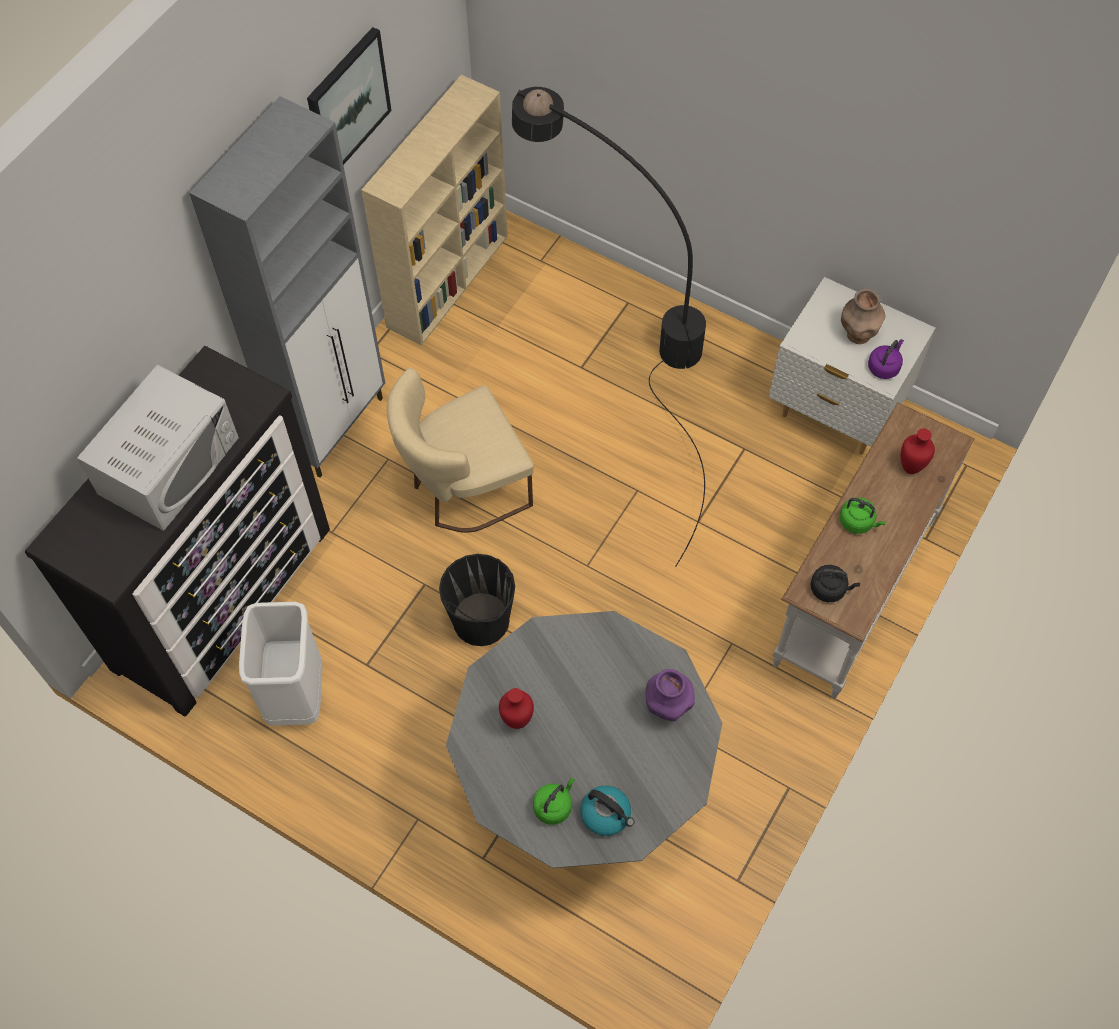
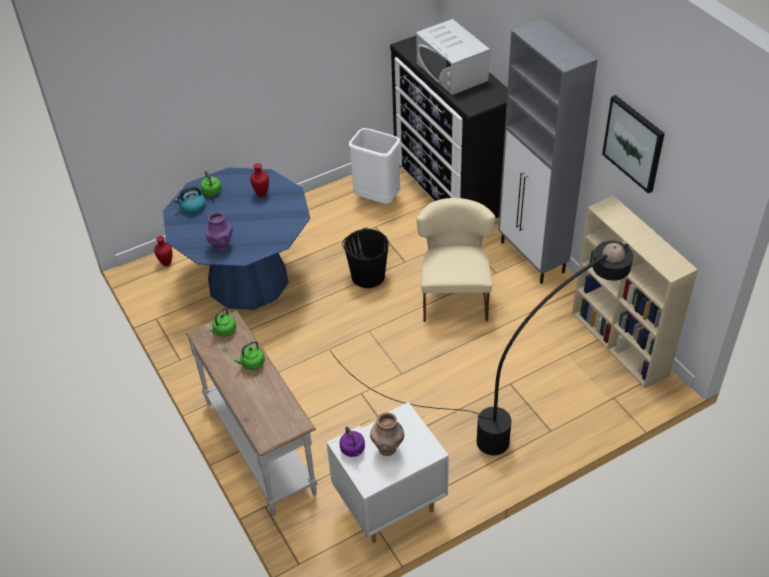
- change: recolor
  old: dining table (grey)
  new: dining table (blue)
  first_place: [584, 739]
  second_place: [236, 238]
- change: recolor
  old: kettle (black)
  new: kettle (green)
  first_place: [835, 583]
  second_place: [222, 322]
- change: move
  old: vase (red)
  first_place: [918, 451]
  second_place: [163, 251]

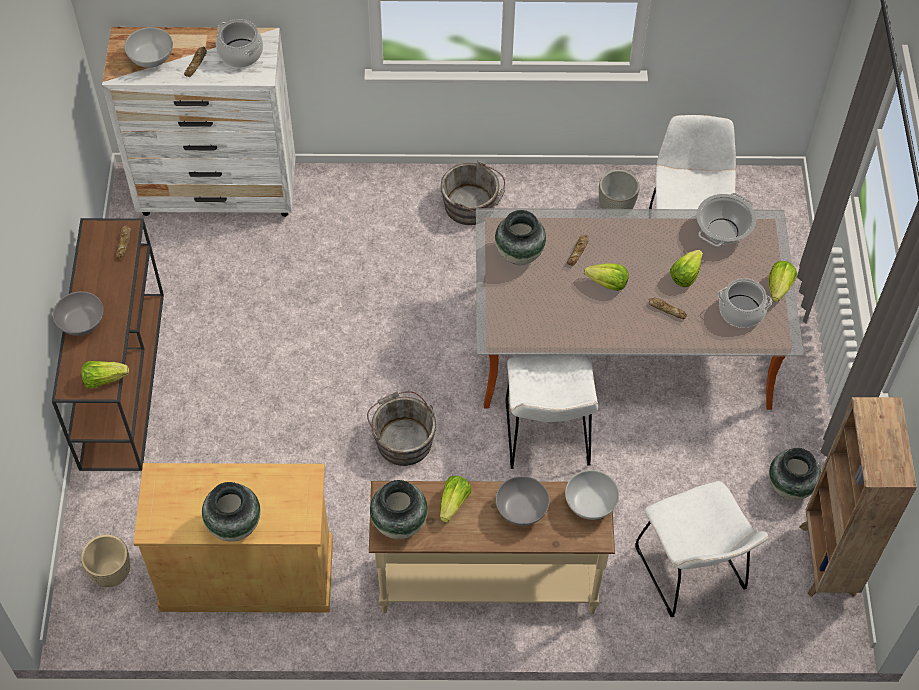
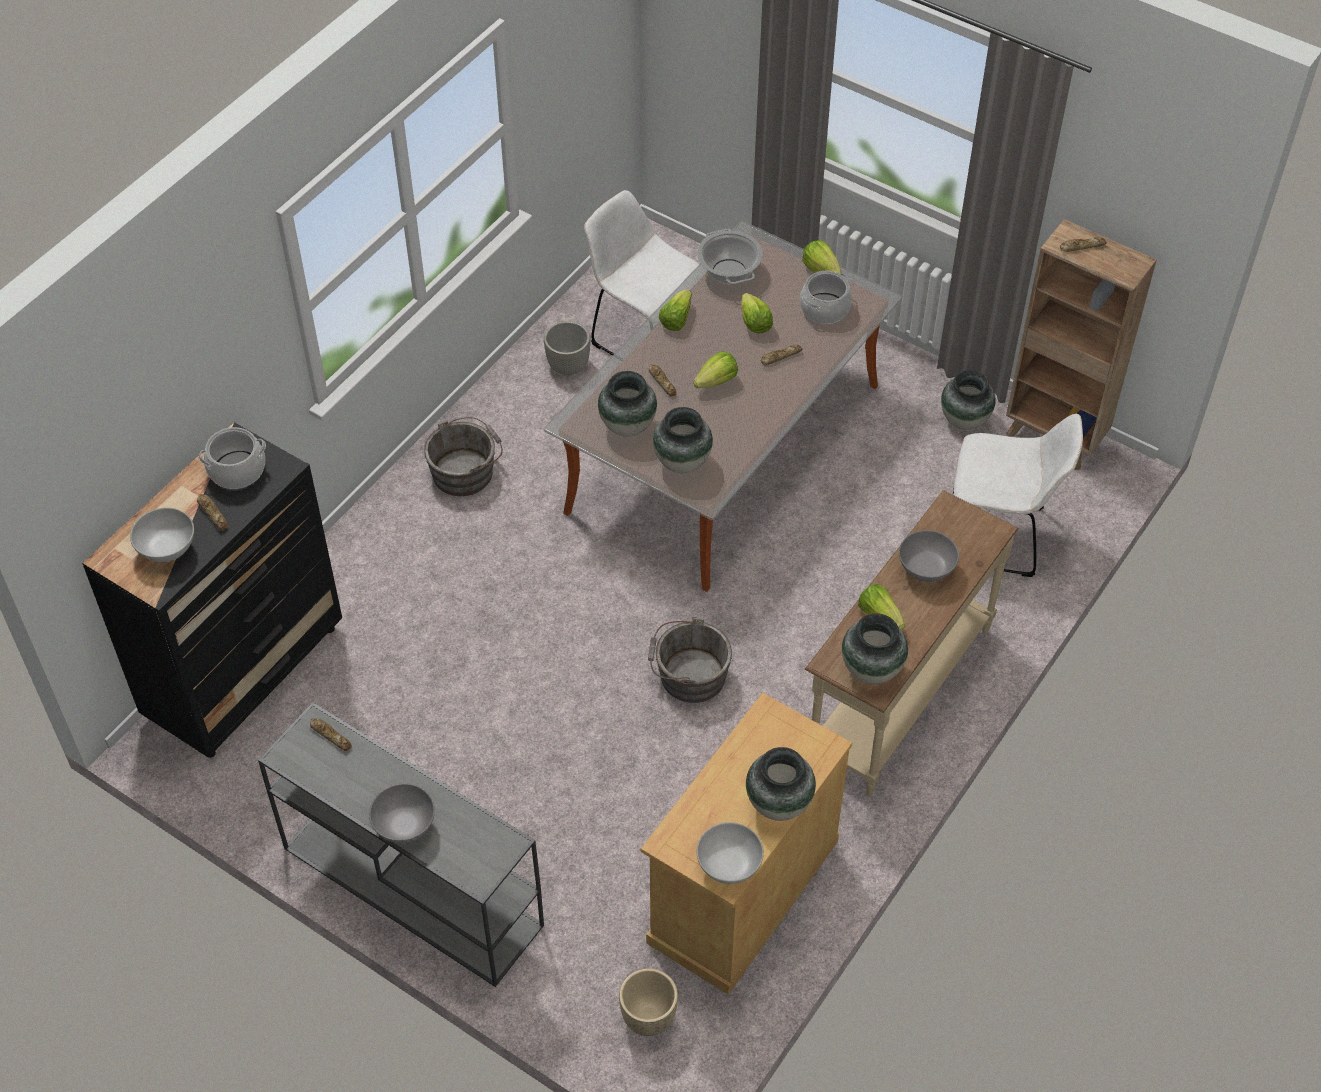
- change: recolor
  old: console table (brown)
  new: console table (grey)
  first_place: [108, 344]
  second_place: [401, 844]
- change: move
  old: lettuce
  first_place: [105, 374]
  second_place: [675, 310]
- change: recolor
  old: dresser (white)
  new: dresser (black)
  first_place: [199, 122]
  second_place: [212, 590]
- change: delete
  old: chair (white)
  first_place: [551, 412]
- change: move
  old: bowl (white)
  first_place: [592, 495]
  second_place: [730, 853]
- change: insert
  new: vase
  second_place: [683, 440]
- change: insert
  new: bread
  second_place: [1083, 244]

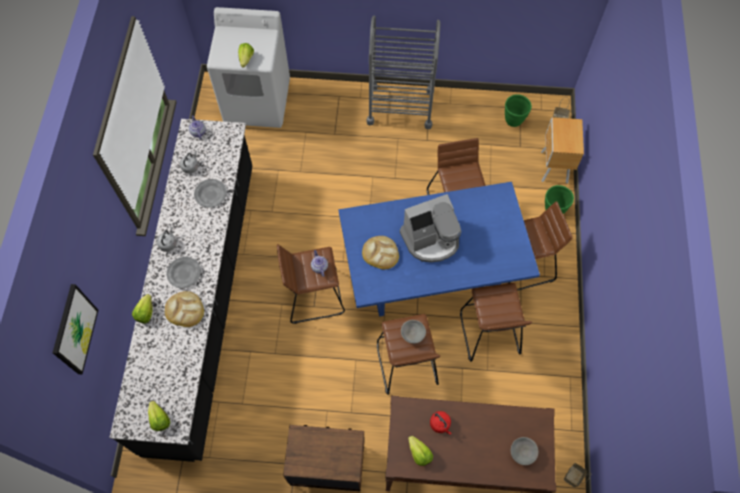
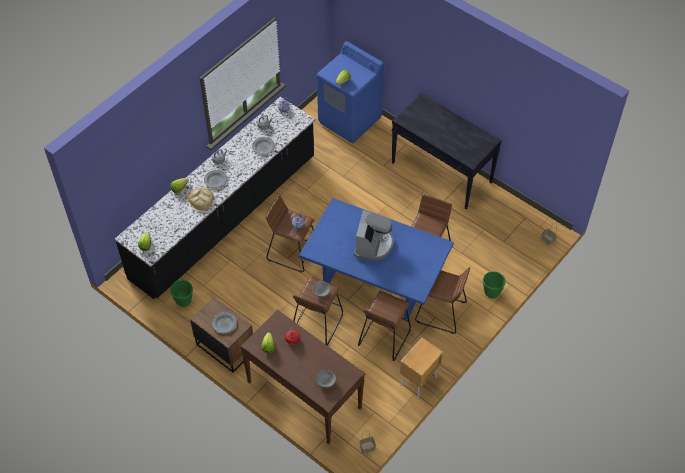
- change: delete
  old: picture
  first_place: [75, 329]
- change: recolor
  old: washing machine (white)
  new: washing machine (blue)
  first_place: [248, 67]
  second_place: [350, 92]
- change: delete
  old: bread
  first_place: [380, 253]
- change: replace
  old: cart (grey)
  new: console table (black)
  first_place: [403, 72]
  second_place: [447, 151]
- change: rotate
  old: coffee machine
  first_place: [430, 228]
  second_place: [374, 235]
  degrees: -90
- change: move
  old: planter (green)
  first_place: [518, 110]
  second_place: [181, 293]
- change: move
  old: nightstand (brown)
  first_place: [562, 150]
  second_place: [421, 368]
- change: insert
  new: plate (grey)
  second_place: [224, 323]

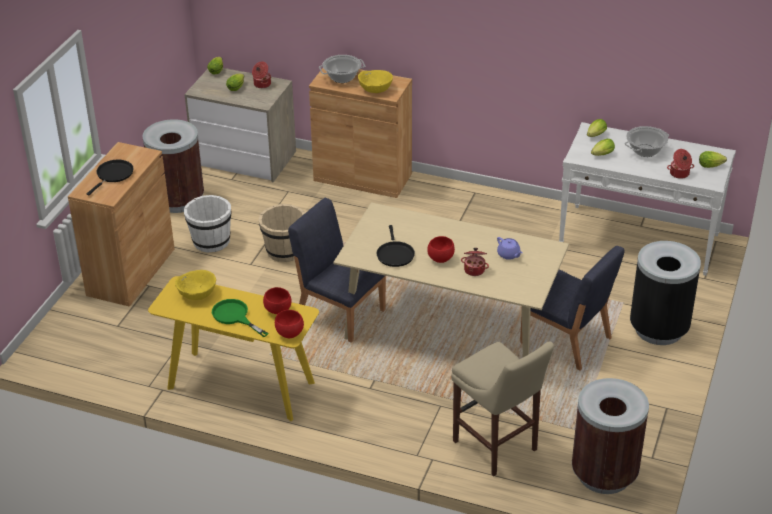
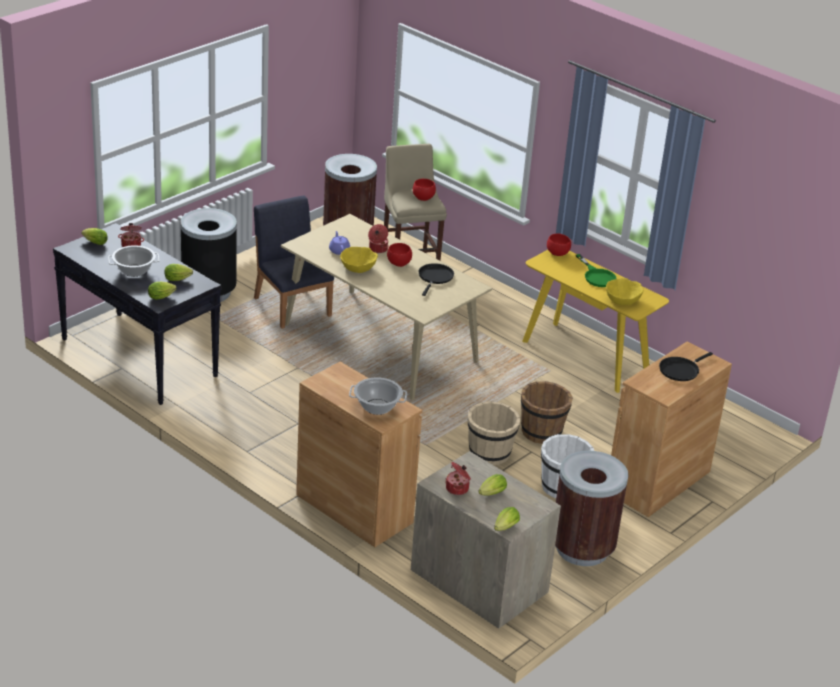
- change: move
  old: bowl (red)
  first_place: [277, 300]
  second_place: [424, 190]
- change: delete
  old: chair (blue)
  first_place: [337, 270]
- change: move
  old: bowl (yellow)
  first_place: [375, 81]
  second_place: [359, 260]
- change: recolor
  old: console table (white)
  new: console table (black)
  first_place: [647, 199]
  second_place: [137, 314]
- change: insert
  new: bucket (brown)
  second_place: [547, 412]

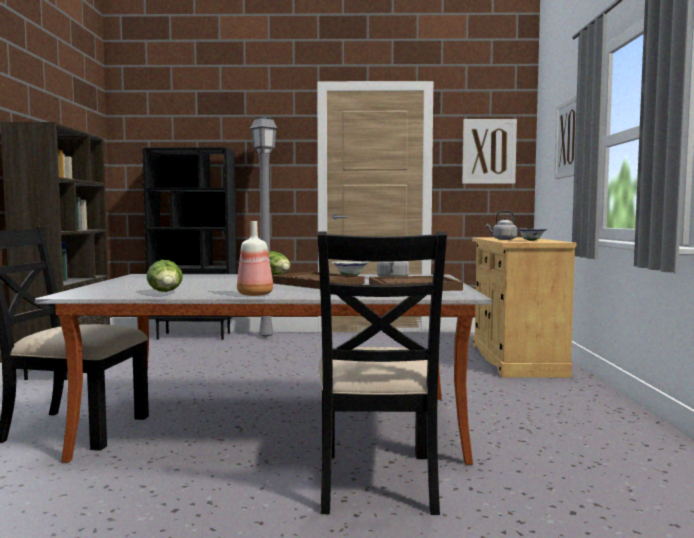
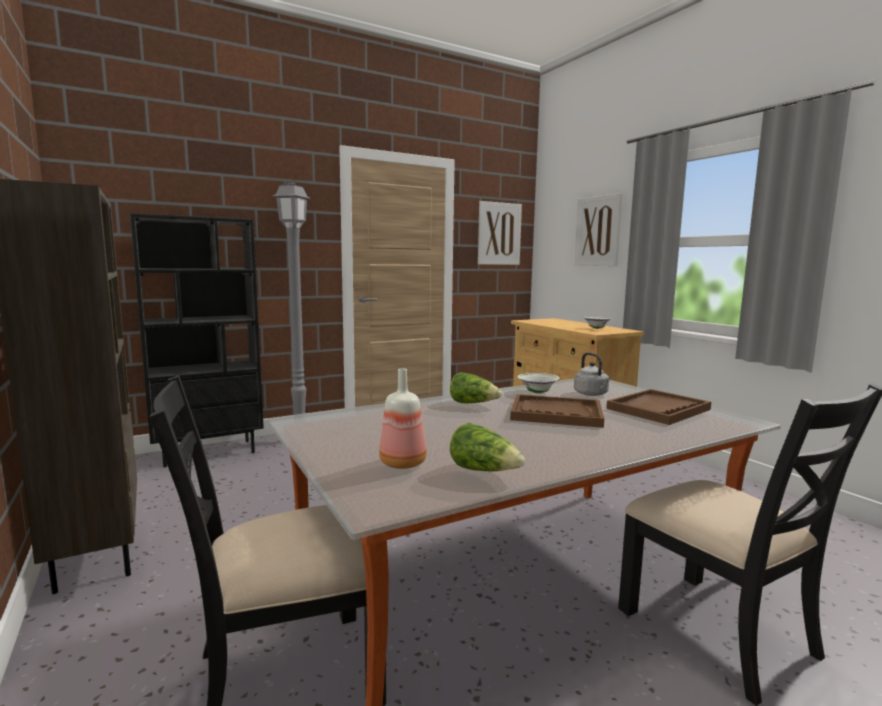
- change: move
  old: bottle
  first_place: [255, 258]
  second_place: [403, 418]
- change: delete
  old: kettle (grey)
  first_place: [501, 225]

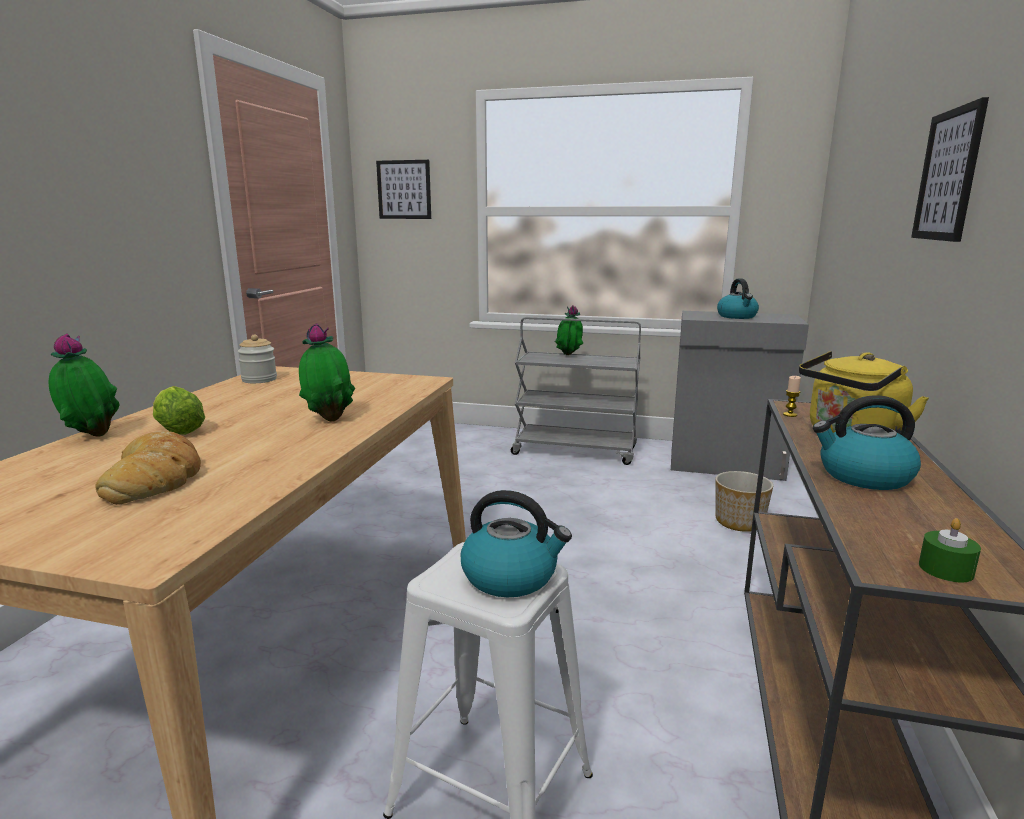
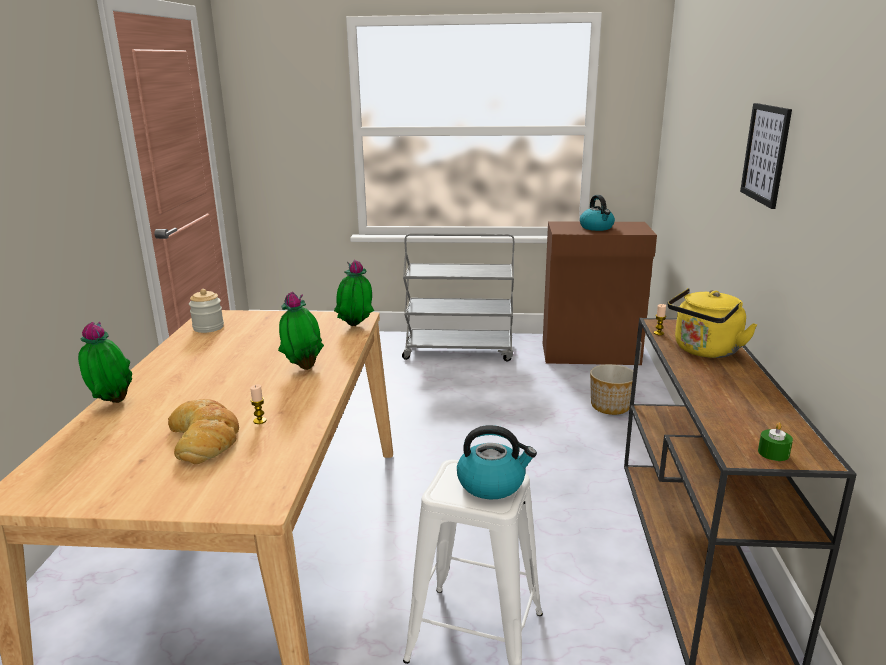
- change: delete
  old: lettuce
  first_place: [179, 410]
- change: delete
  old: picture
  first_place: [403, 189]
- change: move
  old: potted plant
  first_place: [569, 330]
  second_place: [354, 293]
- change: recolor
  old: cabinet (grey)
  new: cabinet (brown)
  first_place: [740, 396]
  second_place: [600, 293]
- change: delete
  old: kettle
  first_place: [867, 442]
- change: insert
  new: candle
  second_place: [258, 404]

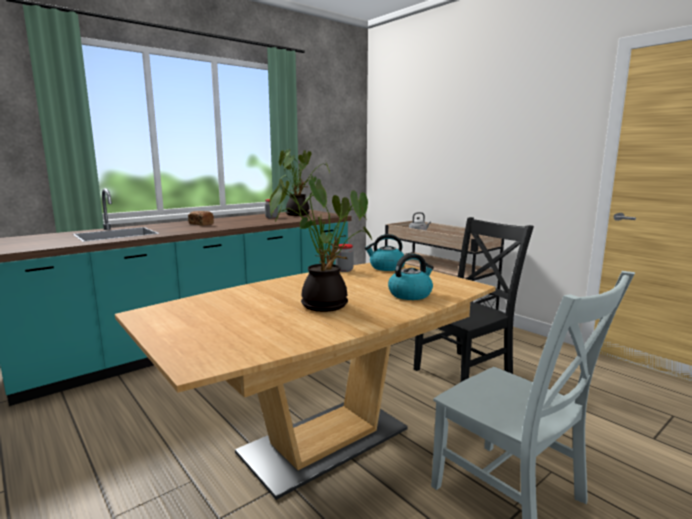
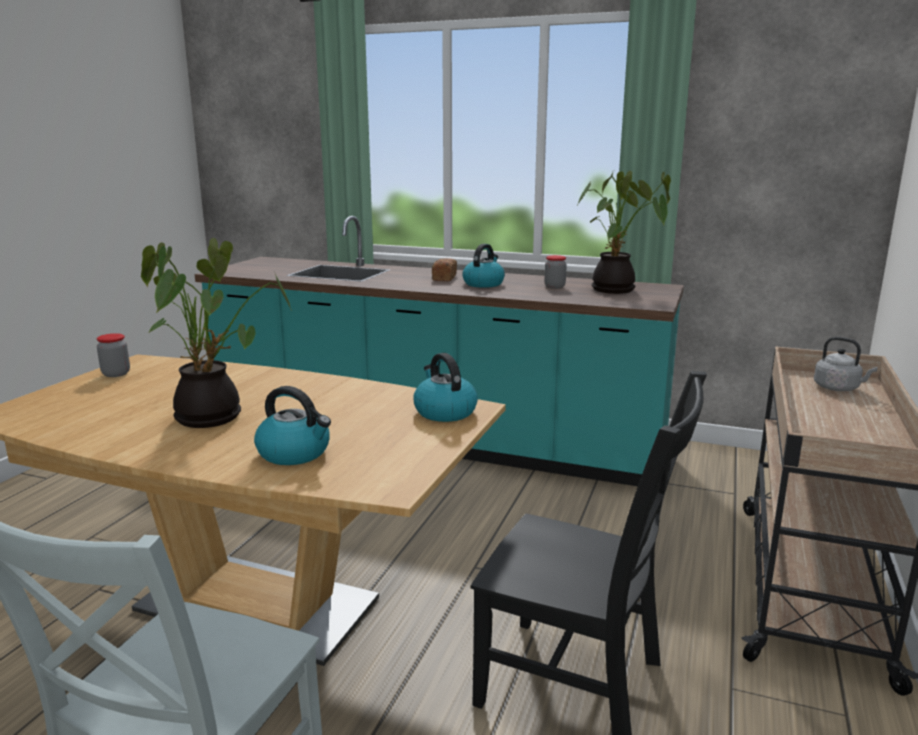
- change: move
  old: jar
  first_place: [345, 258]
  second_place: [113, 355]
- change: insert
  new: kettle
  second_place: [483, 266]

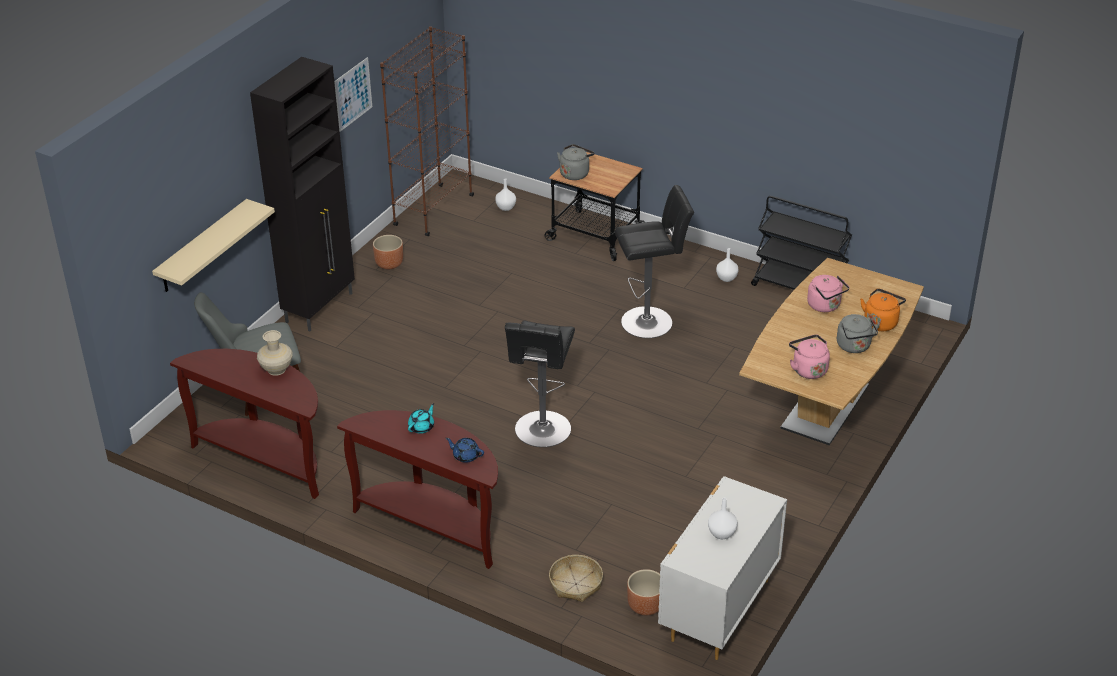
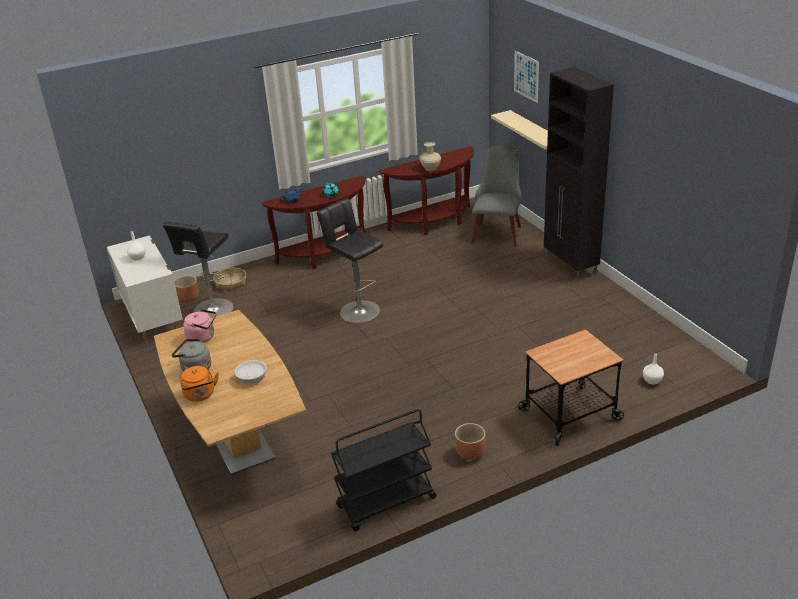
- change: move
  old: picture
  first_place: [353, 94]
  second_place: [526, 77]
- change: move
  old: planter (brown)
  first_place: [388, 252]
  second_place: [470, 441]
- change: delete
  old: bookcase (brown)
  first_place: [427, 131]
- change: delete
  old: kettle (grey)
  first_place: [576, 162]
- change: move
  old: stool (black)
  first_place: [654, 261]
  second_place: [198, 270]
- change: delete
  old: vase (white)
  first_place: [727, 265]
- change: replace
  old: kettle (pink)
  new: bowl (white)
  first_place: [828, 293]
  second_place: [250, 372]

